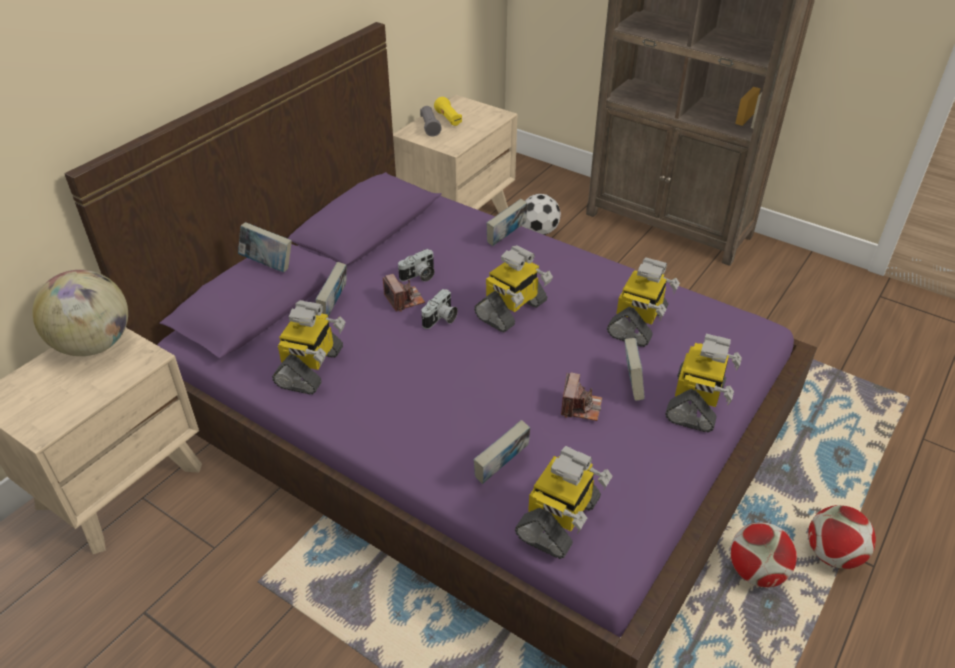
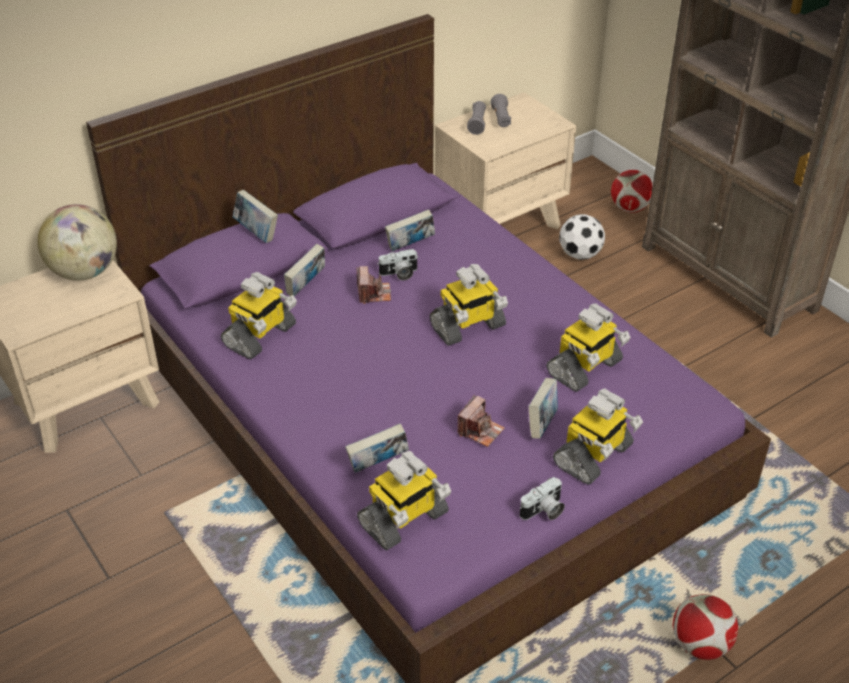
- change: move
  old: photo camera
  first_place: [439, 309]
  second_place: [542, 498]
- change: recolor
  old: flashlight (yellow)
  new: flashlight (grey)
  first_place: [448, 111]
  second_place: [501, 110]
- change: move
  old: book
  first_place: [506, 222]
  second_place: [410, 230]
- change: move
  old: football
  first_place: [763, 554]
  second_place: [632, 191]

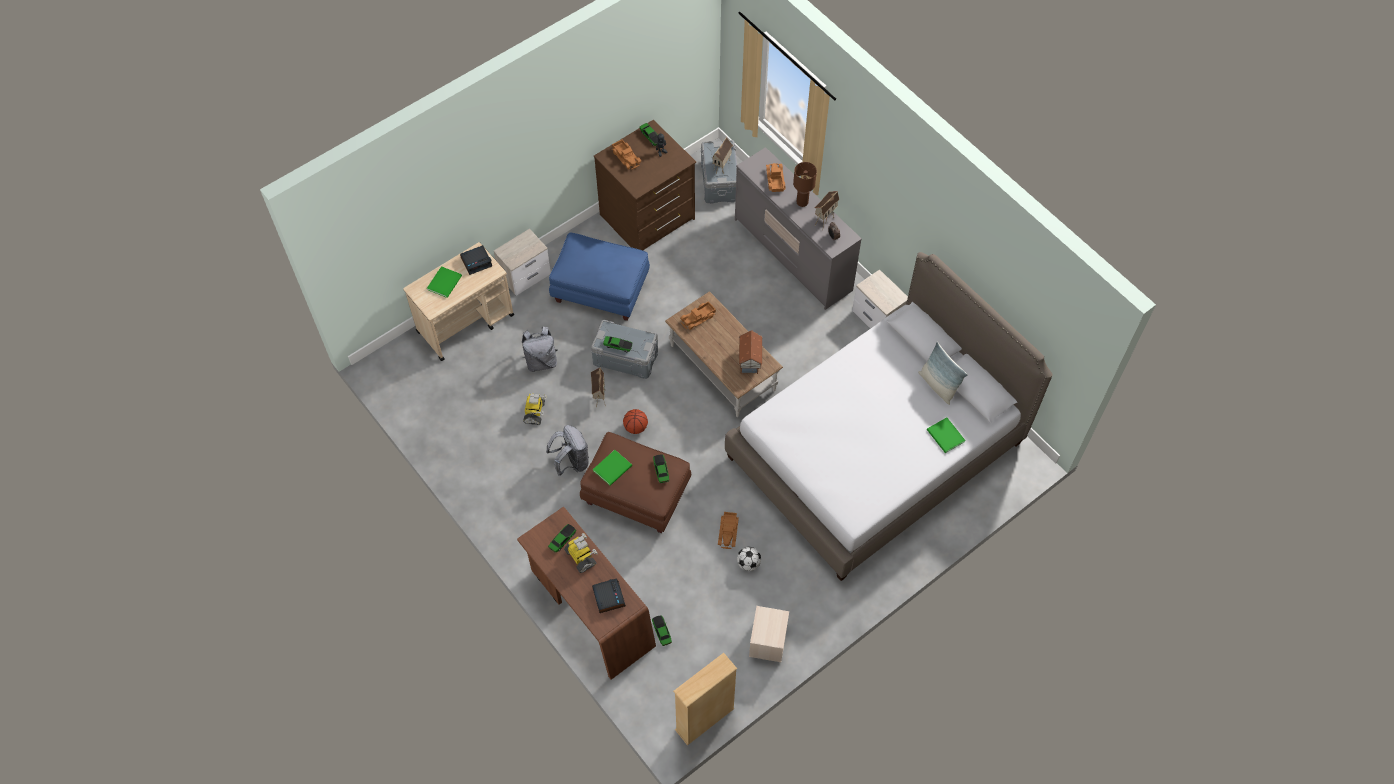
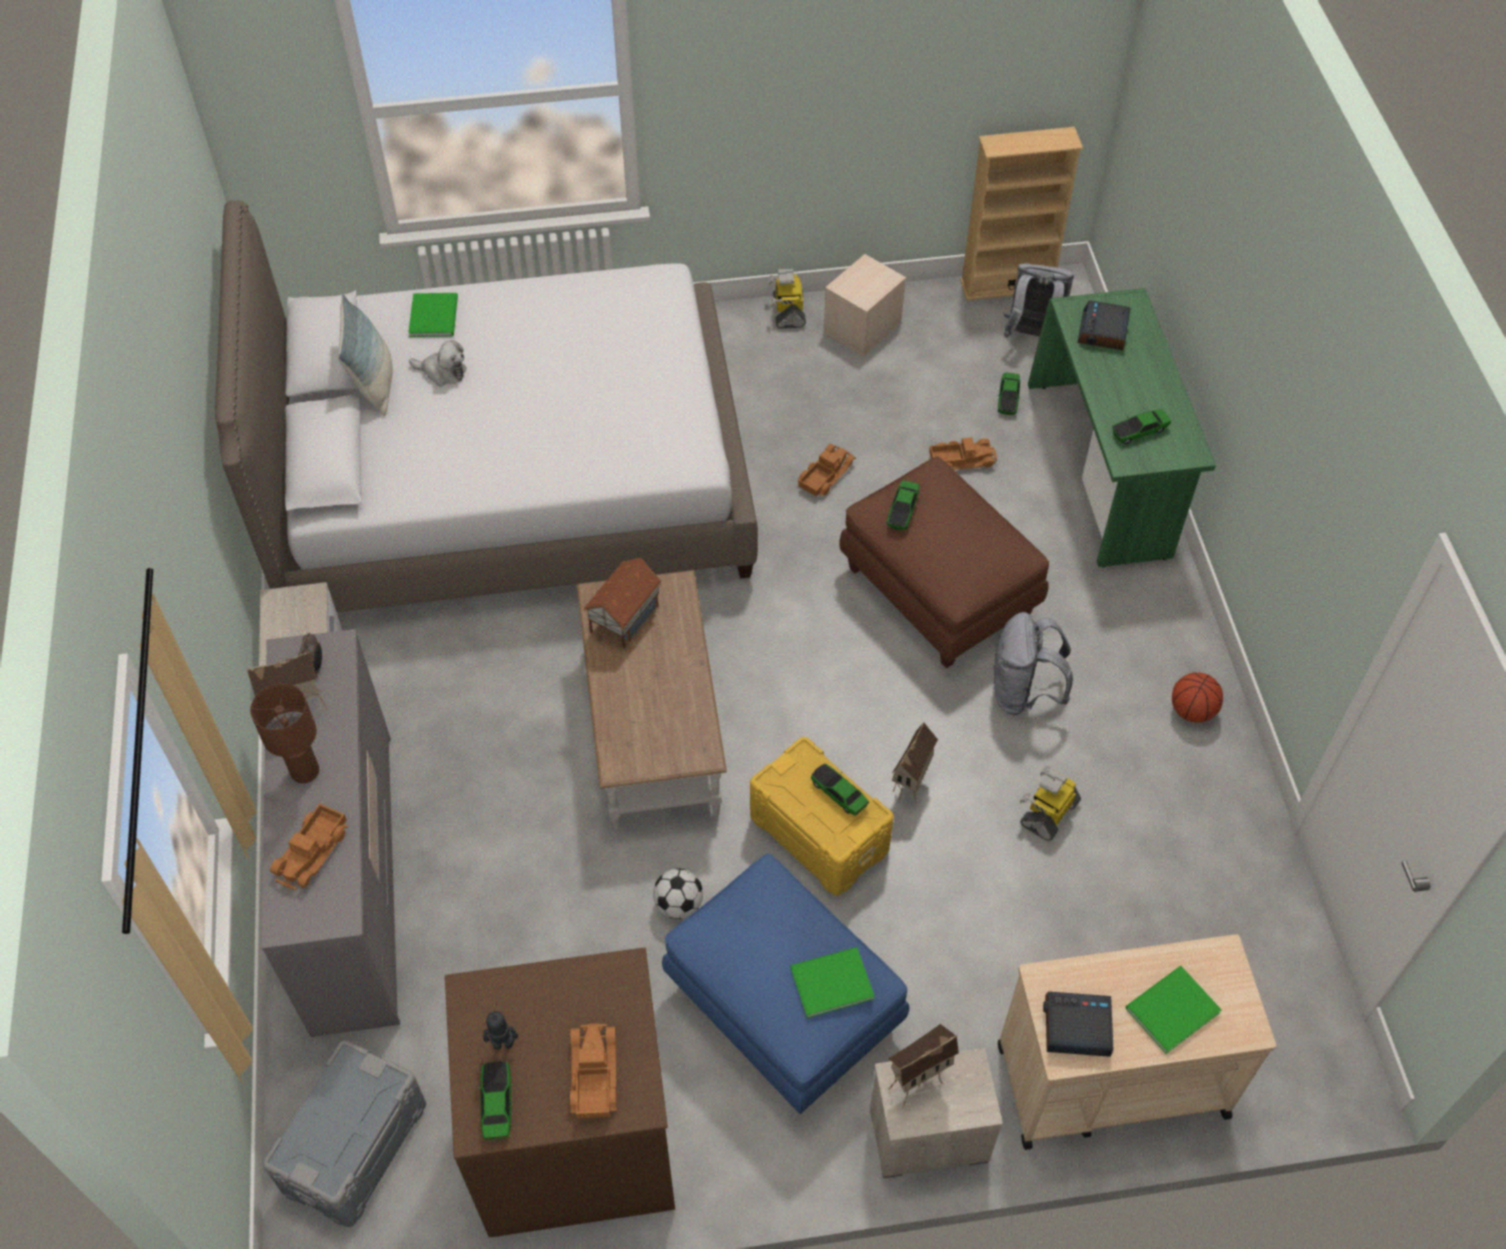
- change: recolor
  old: desk (brown)
  new: desk (green)
  first_place: [586, 593]
  second_place: [1122, 427]
- change: move
  old: backpack (grey)
  first_place: [540, 349]
  second_place: [1039, 300]
- change: move
  old: toy robot
  first_place: [581, 553]
  second_place: [787, 299]
- change: recolor
  old: storage box (grey)
  new: storage box (yellow)
  first_place: [624, 349]
  second_place: [822, 816]
- change: move
  old: book (green)
  first_place: [612, 468]
  second_place: [832, 982]
- change: move
  old: basketball
  first_place: [635, 421]
  second_place: [1197, 697]
- change: move
  old: toy truck
  first_place: [698, 315]
  second_place: [963, 453]
- change: move
  old: toy house
  first_place: [722, 155]
  second_place: [923, 1066]
- change: move
  old: football
  first_place: [749, 559]
  second_place: [678, 893]
- change: insert
  new: plush toy
  second_place: [437, 363]

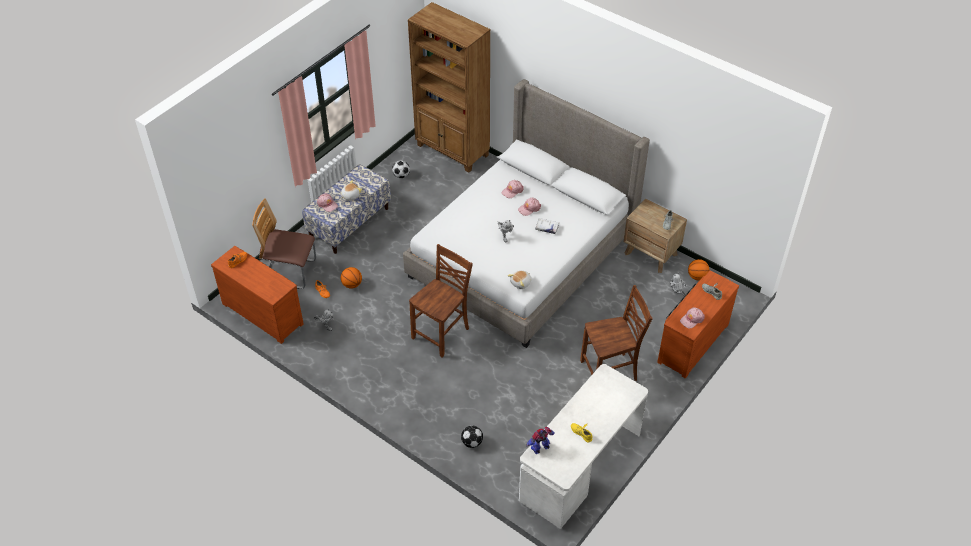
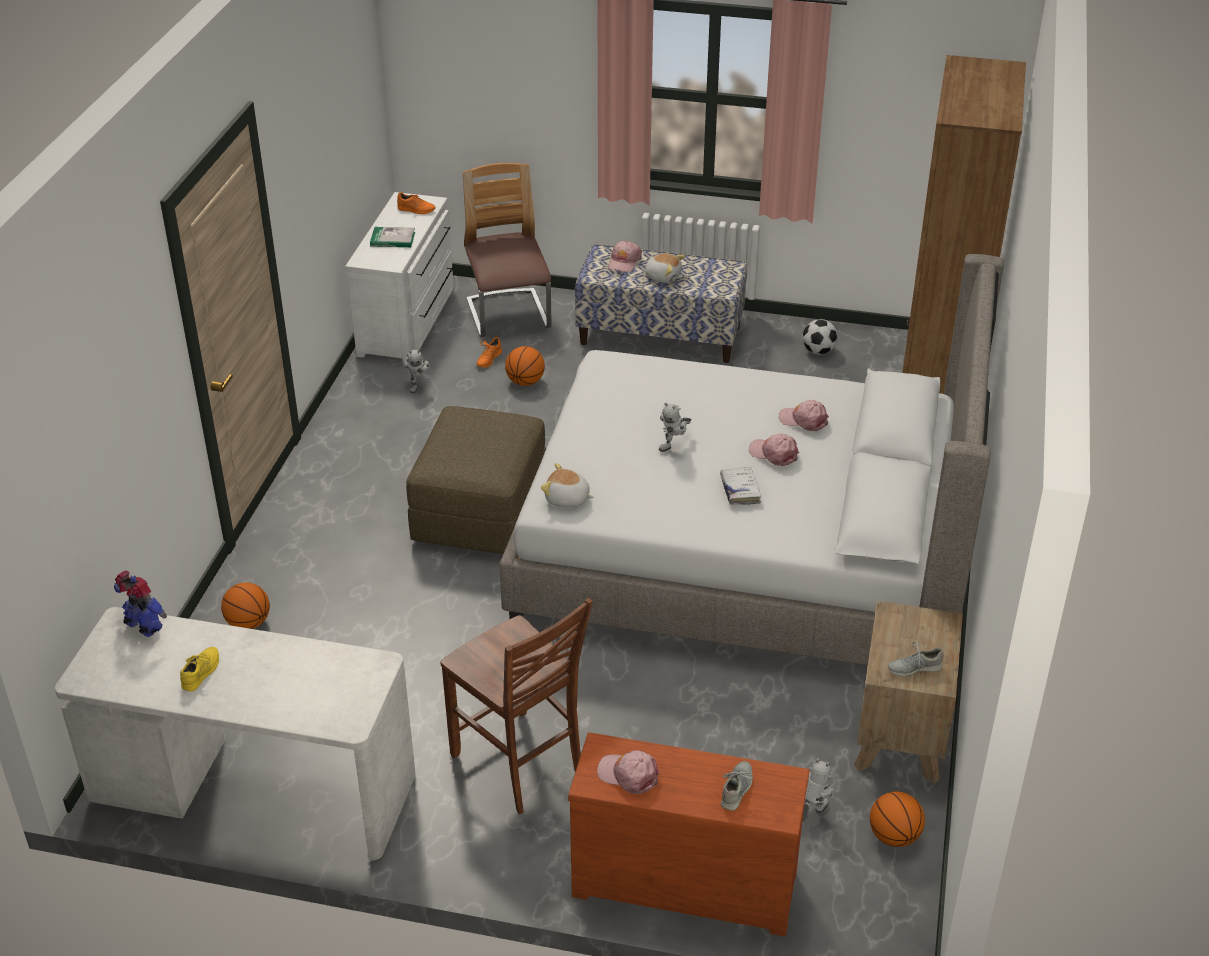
- change: recolor
  old: dresser (brown)
  new: dresser (white)
  first_place: [257, 295]
  second_place: [399, 276]
- change: replace
  old: chair (brown)
  new: ottoman (brown)
  first_place: [441, 301]
  second_place: [476, 480]
- change: replace
  old: football
  new: basketball
  first_place: [472, 437]
  second_place: [245, 606]
- change: insert
  new: book
  second_place: [392, 237]

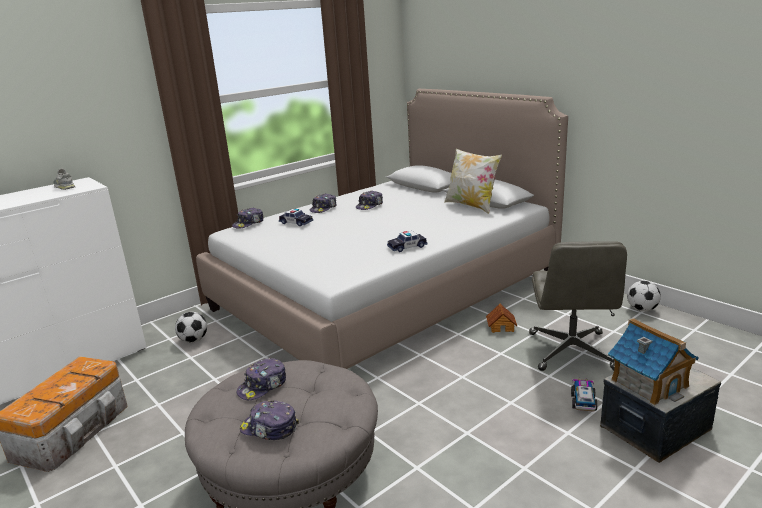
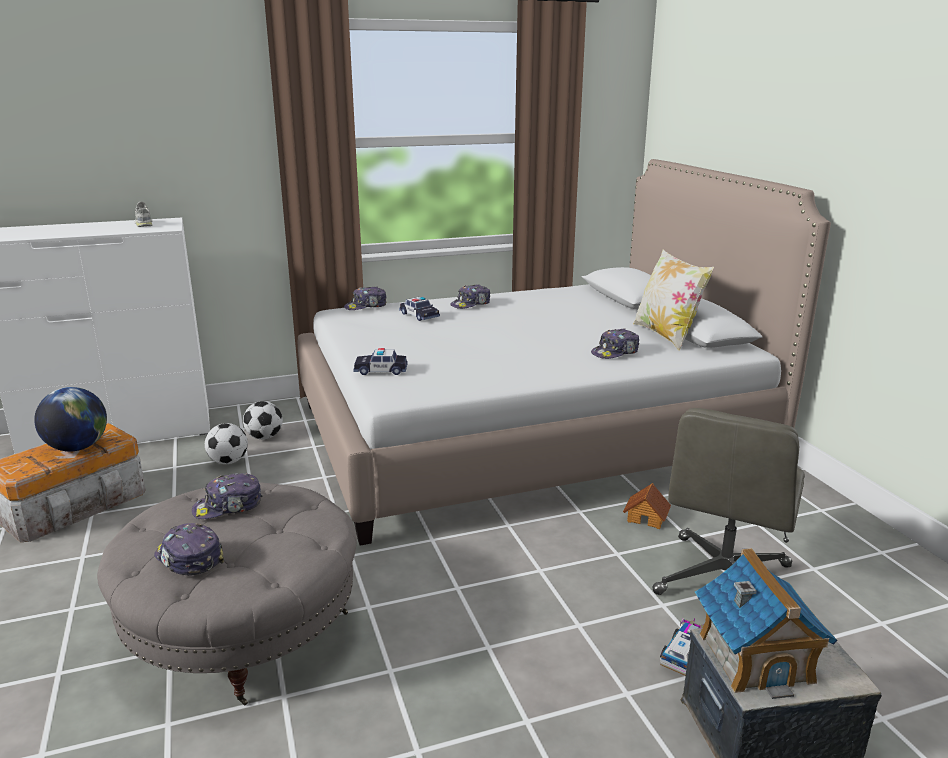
- change: move
  old: cap
  first_place: [369, 200]
  second_place: [615, 343]
- change: move
  old: toy car
  first_place: [407, 241]
  second_place: [380, 361]
- change: move
  old: football
  first_place: [644, 296]
  second_place: [226, 443]
- change: insert
  new: globe
  second_place: [70, 419]

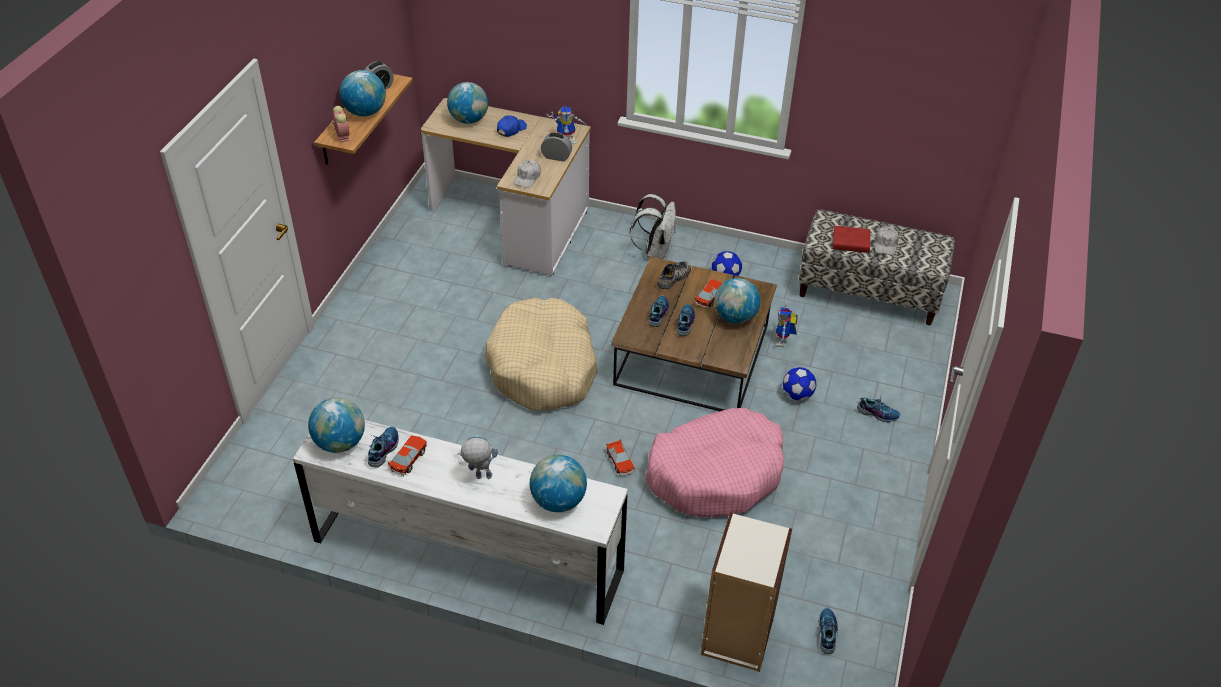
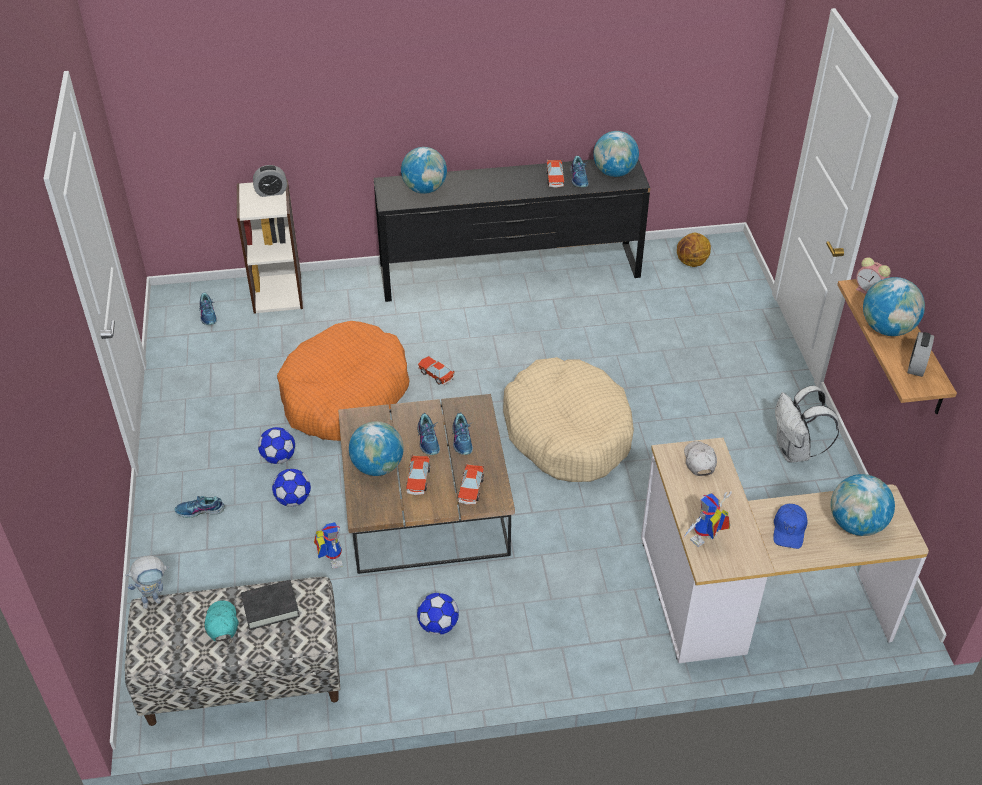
- change: recolor
  old: dresser (white)
  new: dresser (black)
  first_place: [460, 522]
  second_place: [512, 230]
- change: move
  old: toy robot
  first_place: [477, 457]
  second_place: [147, 582]
- change: move
  old: alarm clock
  first_place: [556, 147]
  second_place: [270, 181]
- change: move
  old: backpack (white)
  first_place: [653, 226]
  second_place: [807, 424]
- change: recolor
  old: dog bed (pink)
  new: dog bed (orange)
  first_place: [714, 462]
  second_place: [343, 381]
- change: replace
  old: shoe
  new: toy car
  first_place: [673, 275]
  second_place: [471, 484]
- change: recolor
  old: book (red)
  new: book (black)
  first_place: [851, 239]
  second_place: [270, 605]
- change: recolor
  old: cap (white)
  new: cap (turquoise)
  first_place: [887, 240]
  second_place: [222, 621]
- change: insert
  new: football
  second_place: [276, 445]
- change: insert
  new: basketball
  second_place: [694, 250]

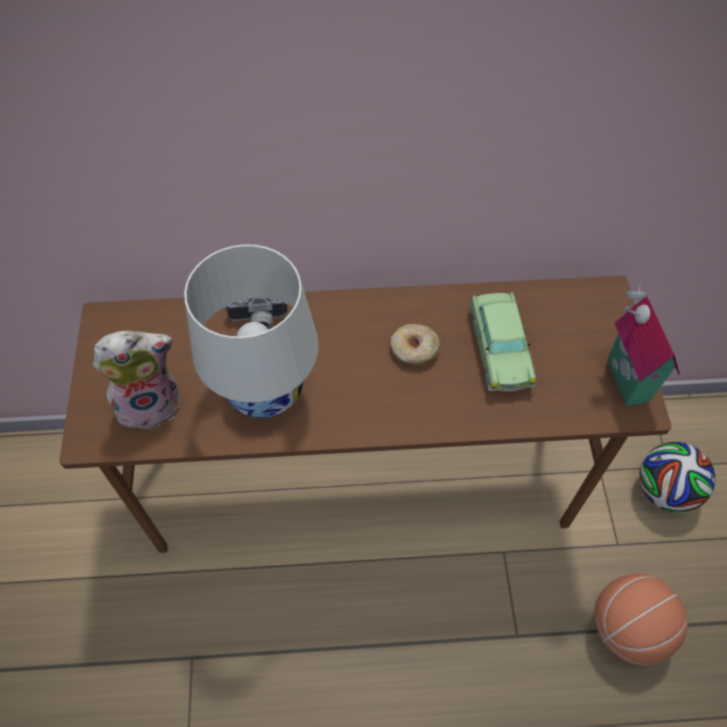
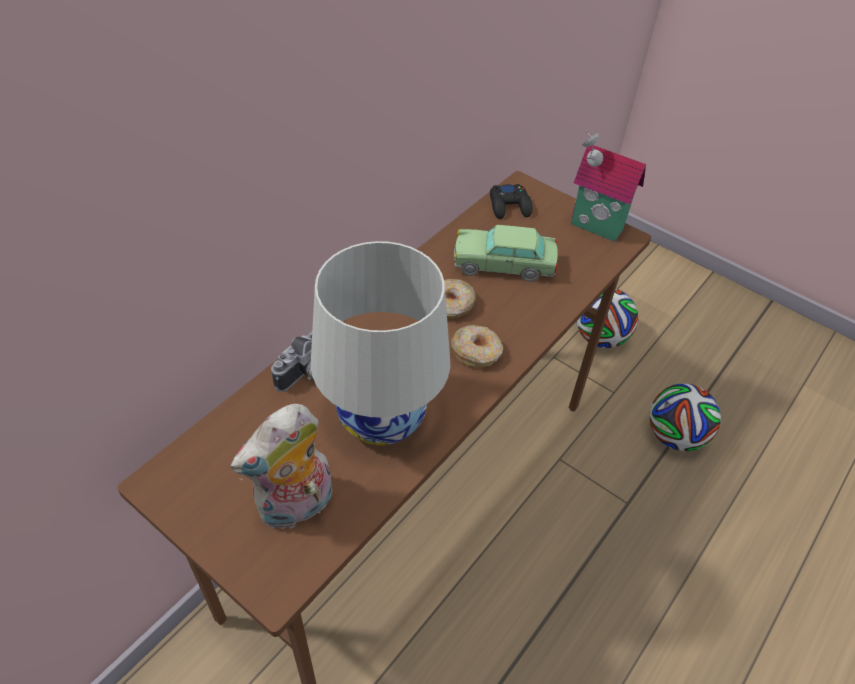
- change: rotate
  old: plush toy
  first_place: [137, 379]
  second_place: [281, 466]
  degrees: -150
- change: rotate
  old: toy car
  first_place: [502, 341]
  second_place: [506, 253]
  degrees: 150
- change: replace
  old: basketball
  new: football
  first_place: [641, 619]
  second_place: [685, 417]
- change: insert
  new: donut
  second_place: [477, 346]
- change: insert
  new: game controller (black)
  second_place: [511, 201]

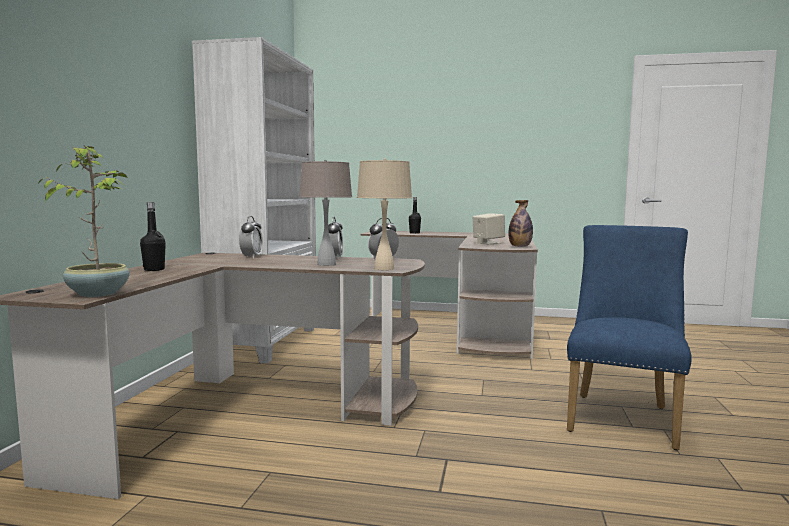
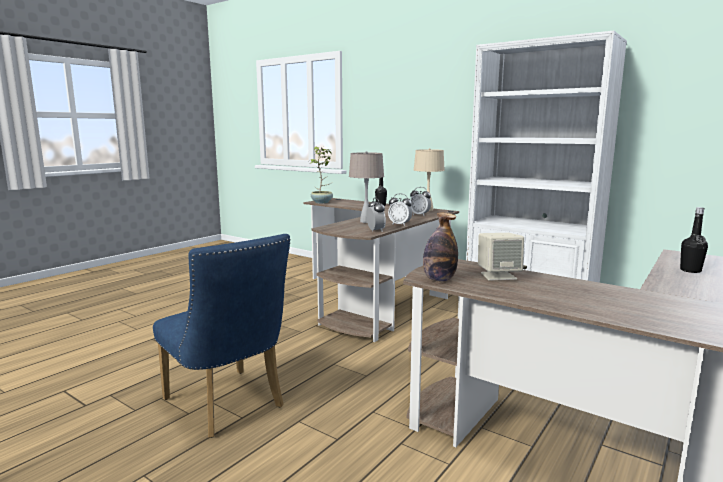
- change: move
  old: table lamp (beige)
  first_place: [384, 214]
  second_place: [429, 179]

